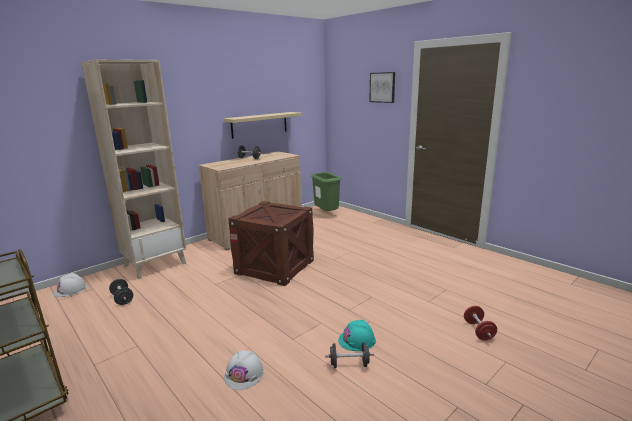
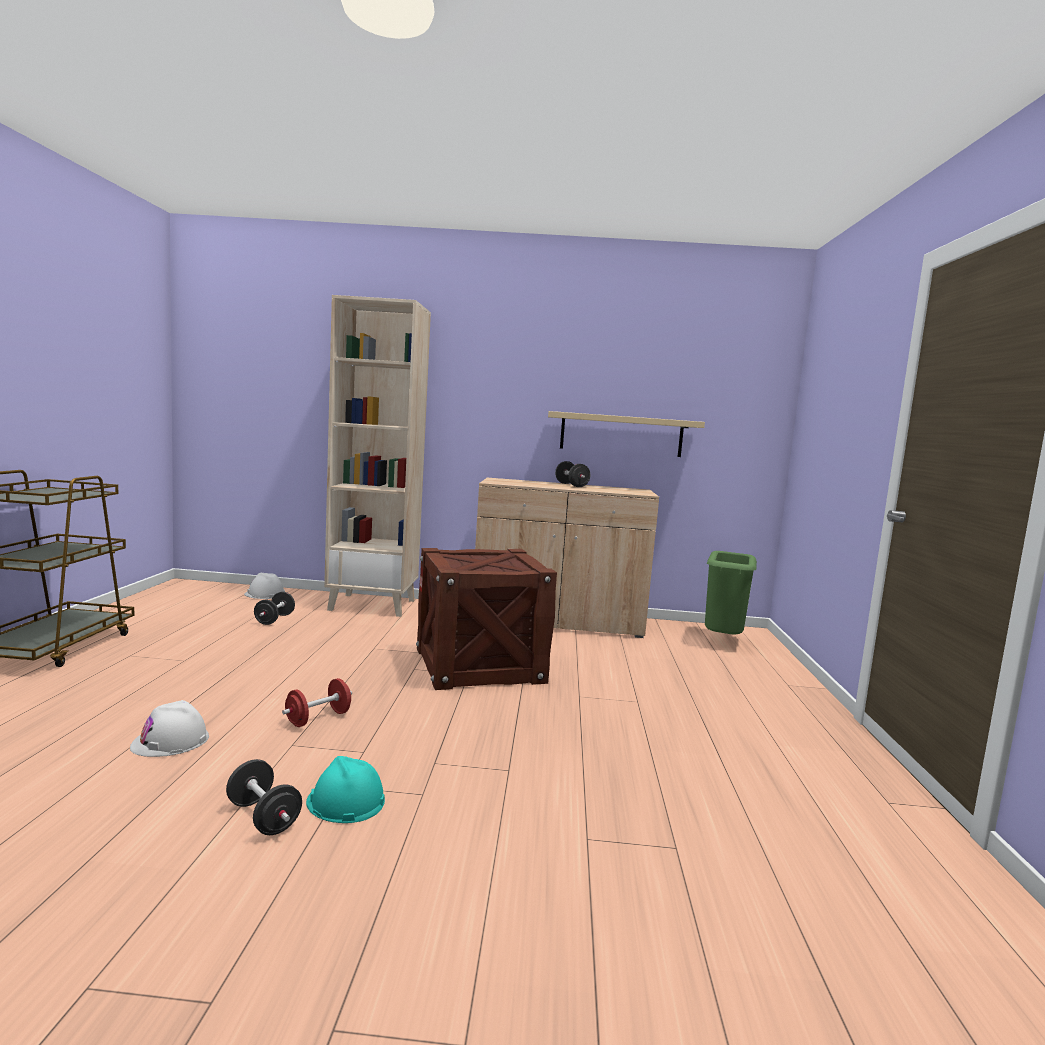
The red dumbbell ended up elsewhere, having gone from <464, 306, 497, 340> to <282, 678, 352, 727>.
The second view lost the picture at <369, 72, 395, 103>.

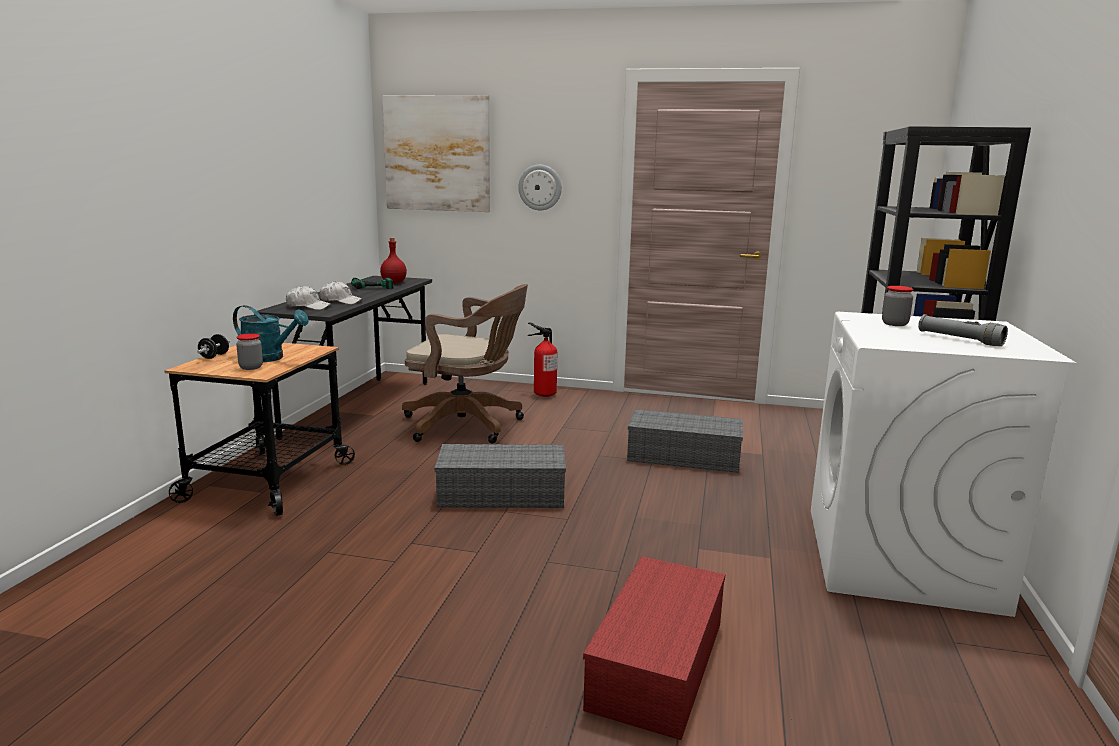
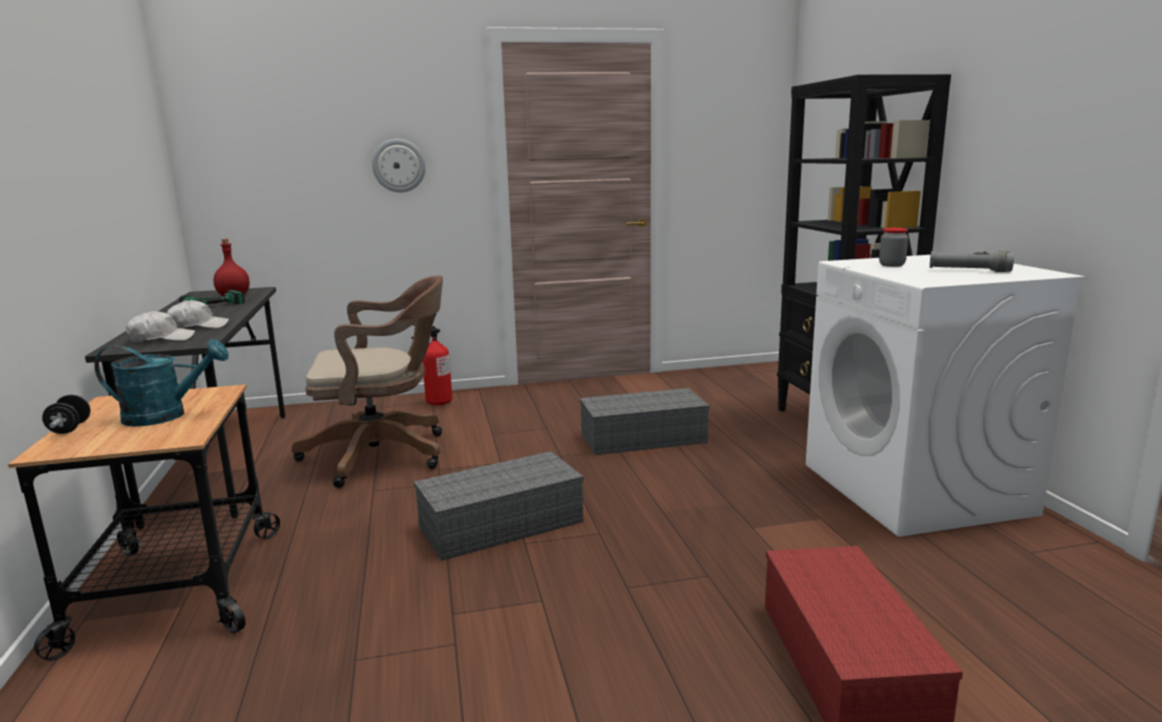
The second view lost the jar at <236, 333, 263, 370>.
The second view lost the picture at <382, 95, 490, 212>.

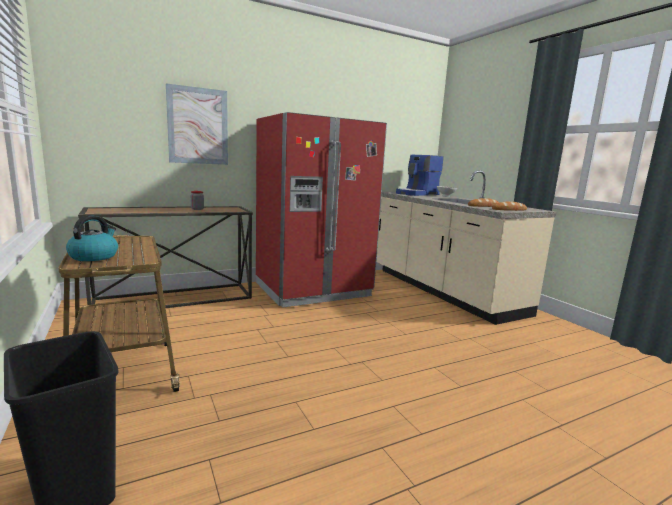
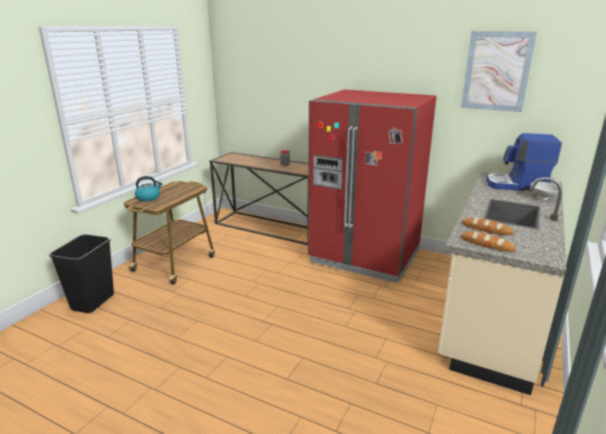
The picture ended up elsewhere, having gone from <166, 83, 228, 165> to <461, 31, 537, 112>.

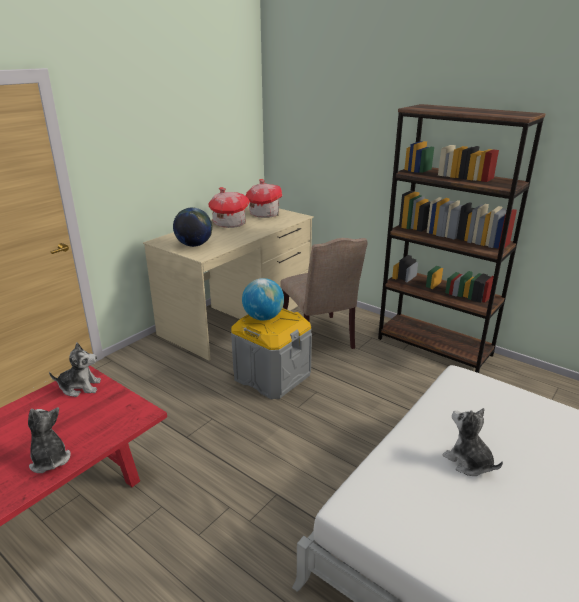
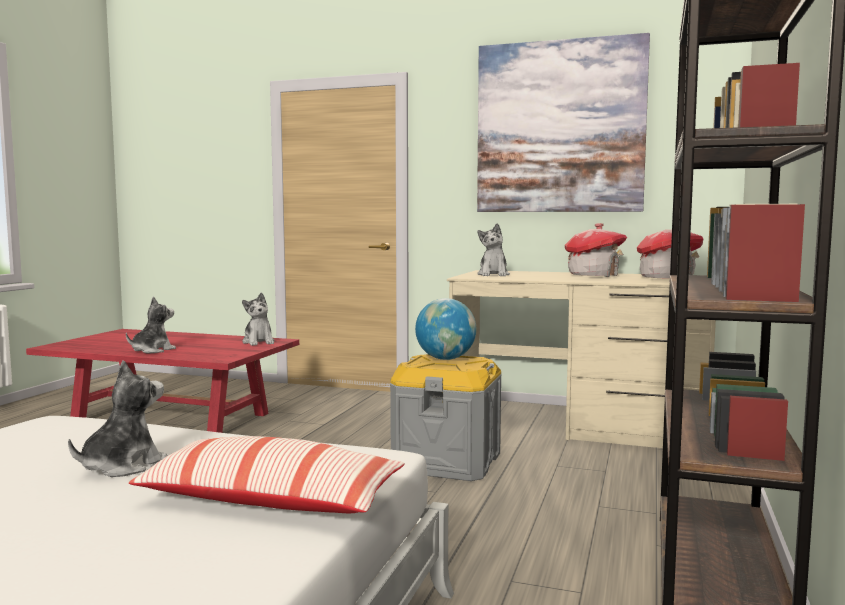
The second view gained the pillow at <129, 436, 405, 513>.
The second view gained the picture at <477, 33, 650, 212>.
Where the globe stood at <173, 207, 212, 247>, the plush toy came to stand at <477, 223, 510, 276>.
The second view lost the beige chair at <280, 238, 368, 349>.

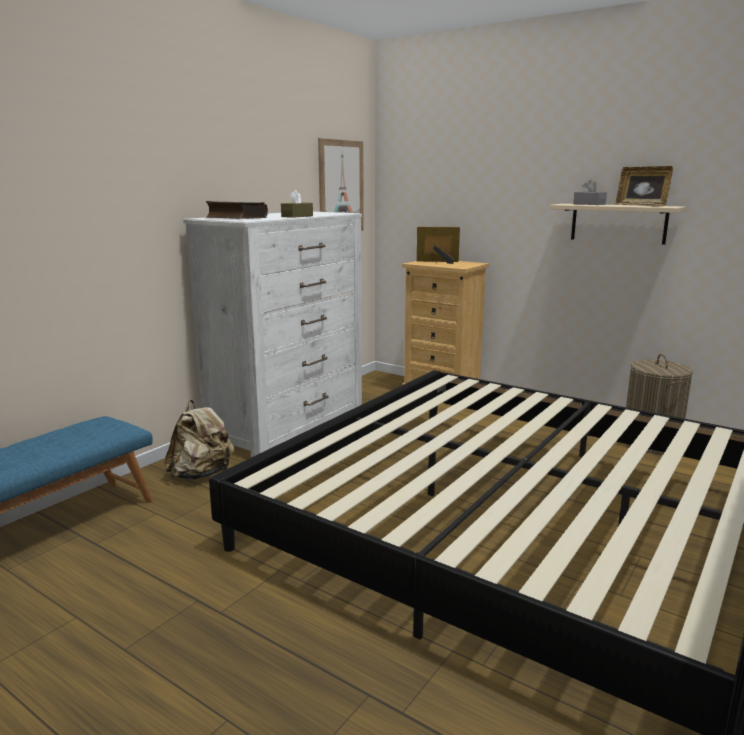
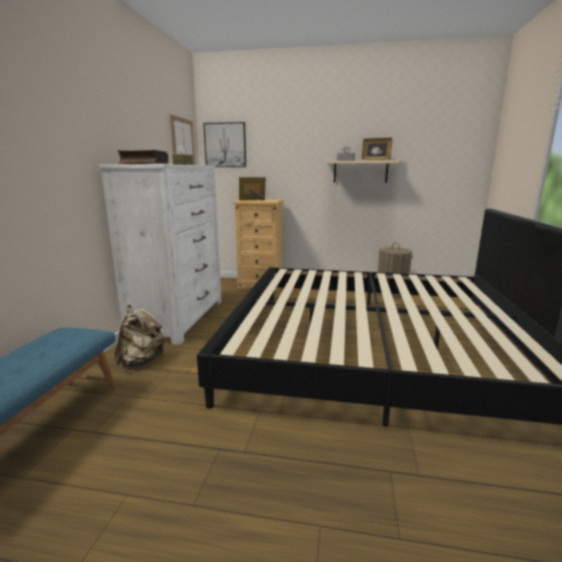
The second view gained the picture at <203, 122, 246, 167>.

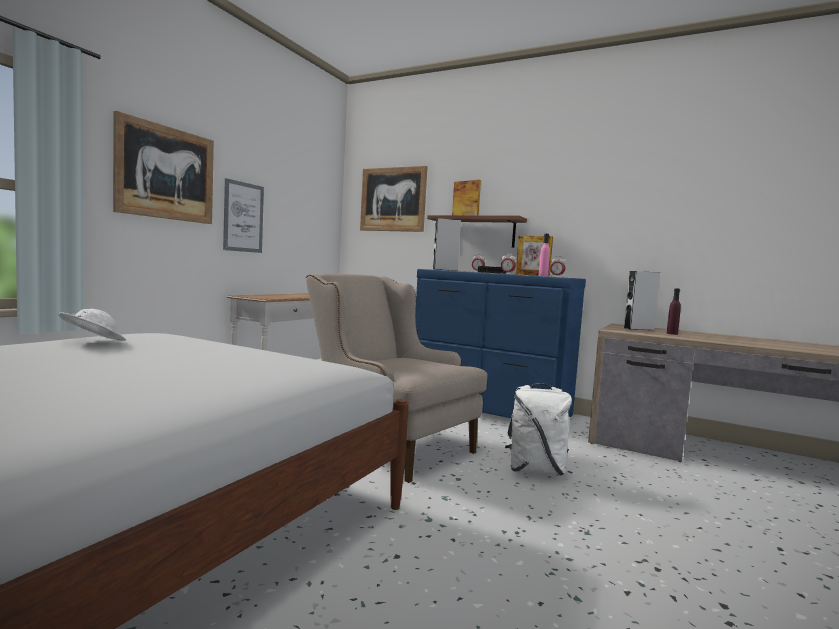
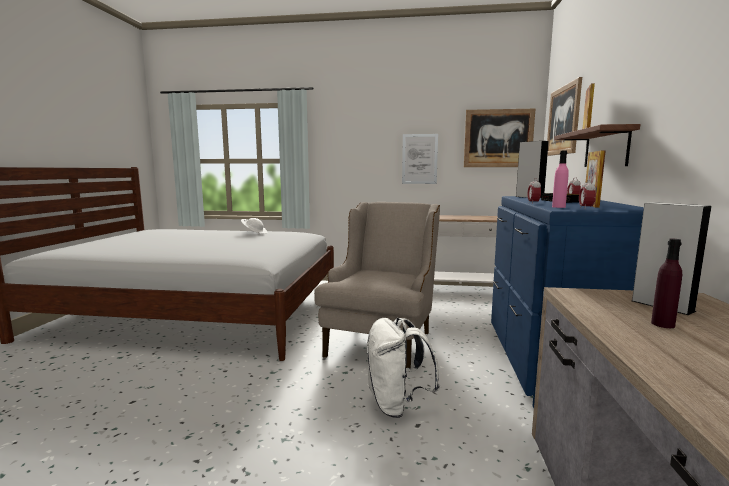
The picture ended up elsewhere, having gone from <113, 111, 214, 224> to <464, 109, 535, 167>.

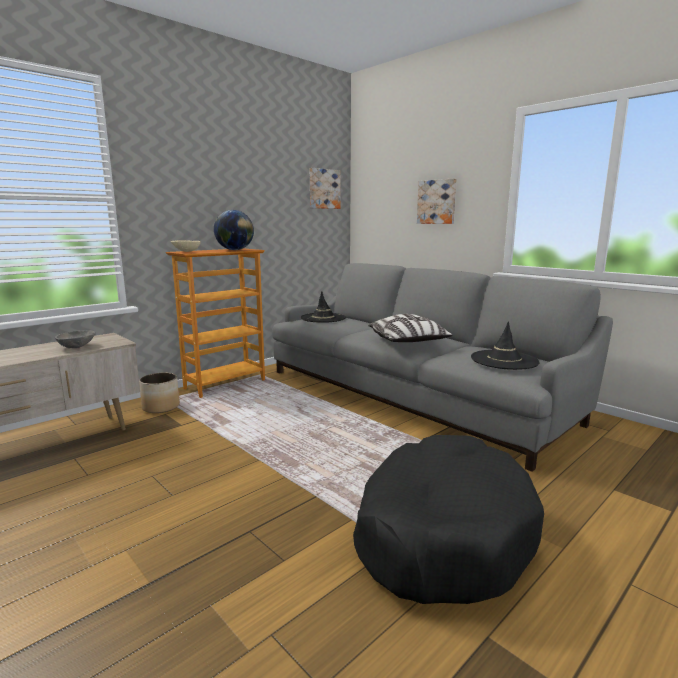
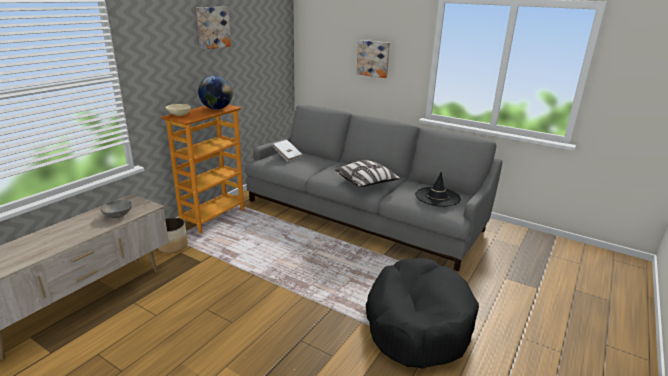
The picture ended up elsewhere, having gone from <310, 168, 340, 209> to <196, 7, 231, 50>.
Where the black hat stood at <301, 291, 346, 323>, the white book came to stand at <272, 140, 303, 161>.

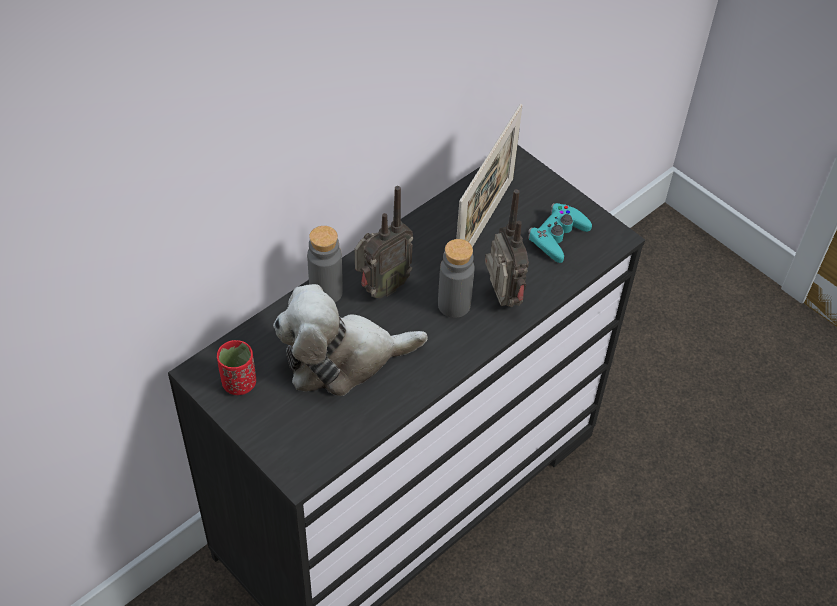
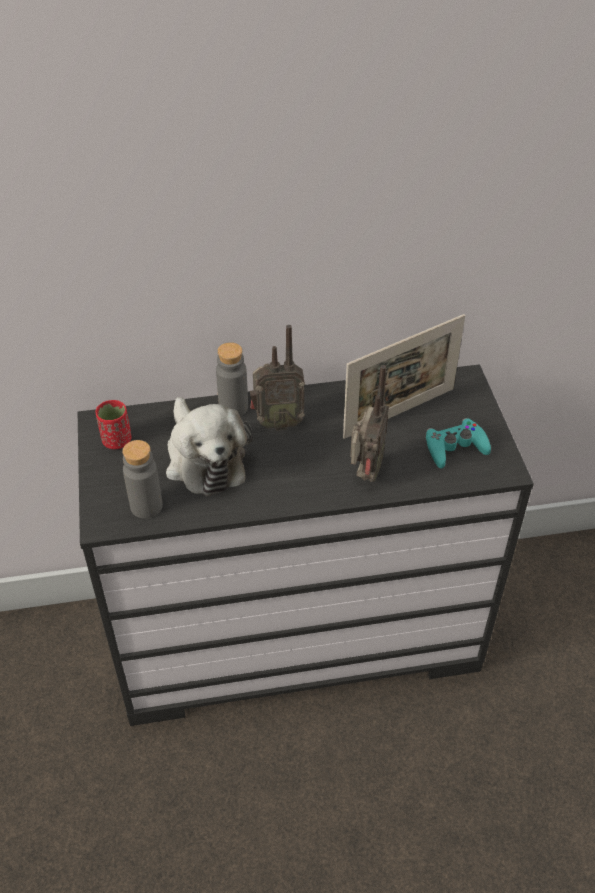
The grey bottle ended up elsewhere, having gone from <438, 239, 475, 318> to <122, 440, 163, 519>.
The plush toy at <273, 284, 427, 396> ended up facing another way, 135 degrees counterclockwise from before.

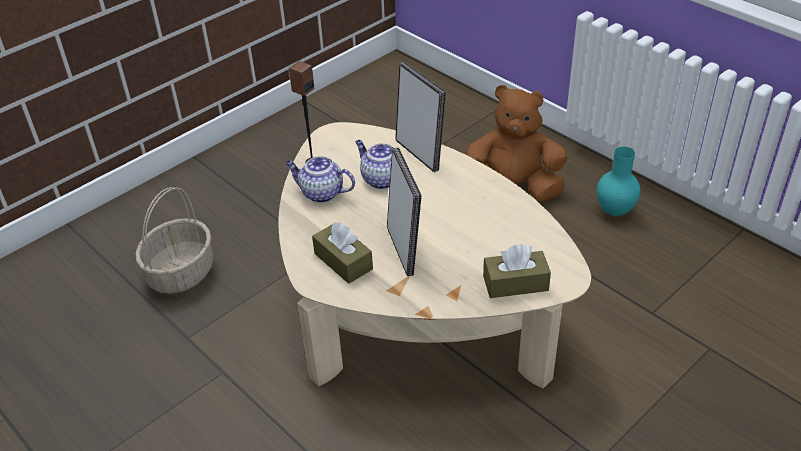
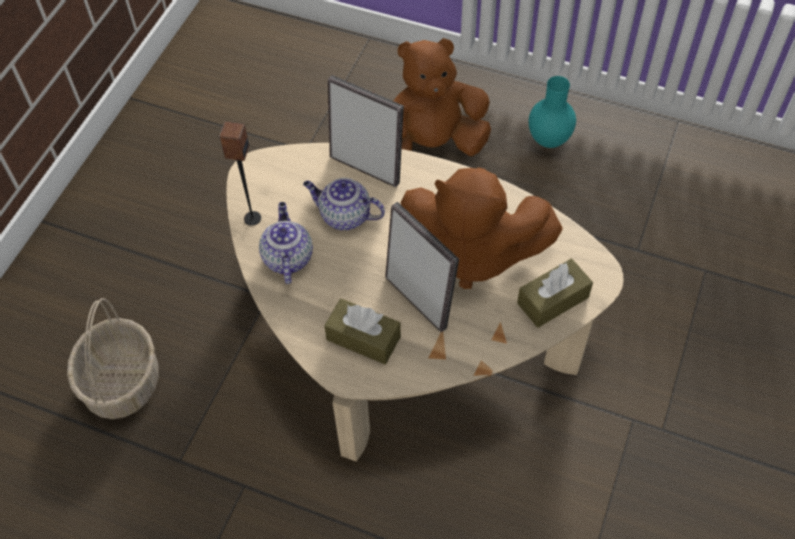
The teapot at <285, 156, 355, 203> ended up facing another way, 90 degrees clockwise from before.
The second view gained the brown plush toy at <400, 167, 563, 289>.

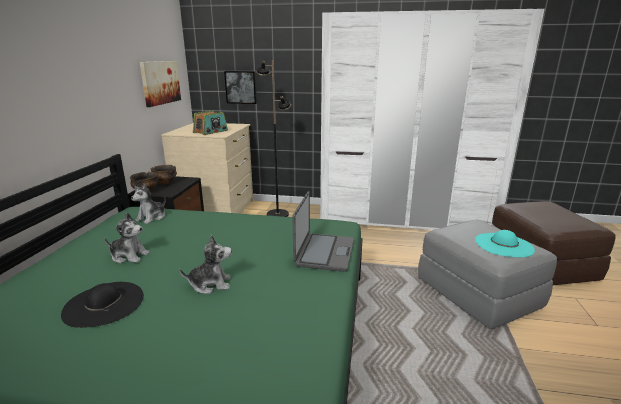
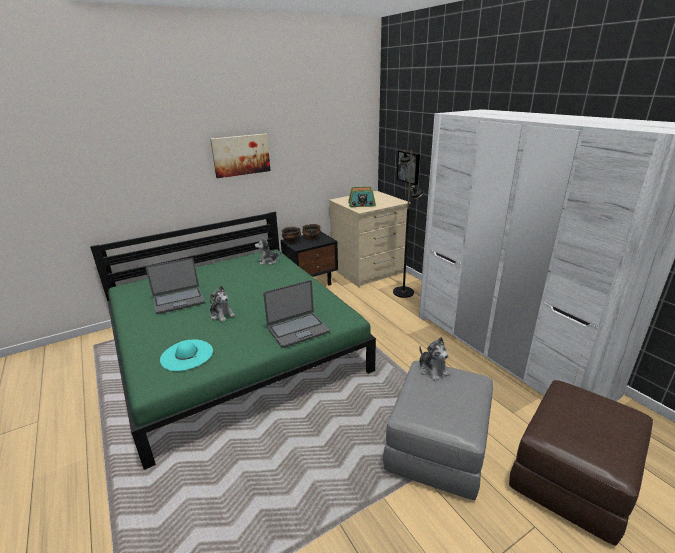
Where the black hat stood at <61, 282, 144, 328>, the laptop came to stand at <146, 258, 205, 314>.
The turquoise hat ended up elsewhere, having gone from <475, 230, 535, 257> to <160, 339, 213, 371>.
The picture ended up elsewhere, having gone from <140, 61, 181, 107> to <210, 134, 271, 178>.
The plush toy ended up elsewhere, having gone from <104, 213, 150, 264> to <419, 337, 450, 381>.

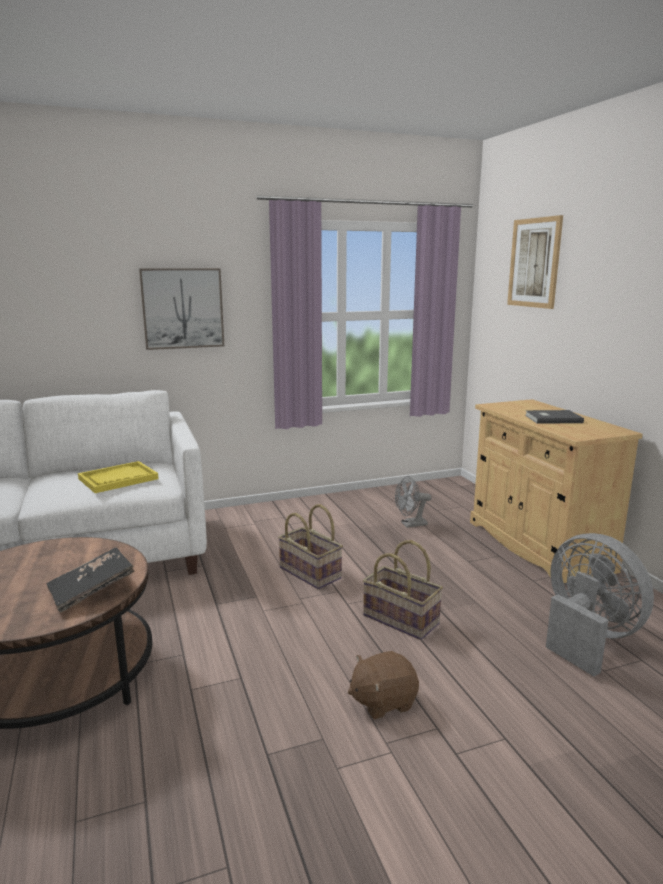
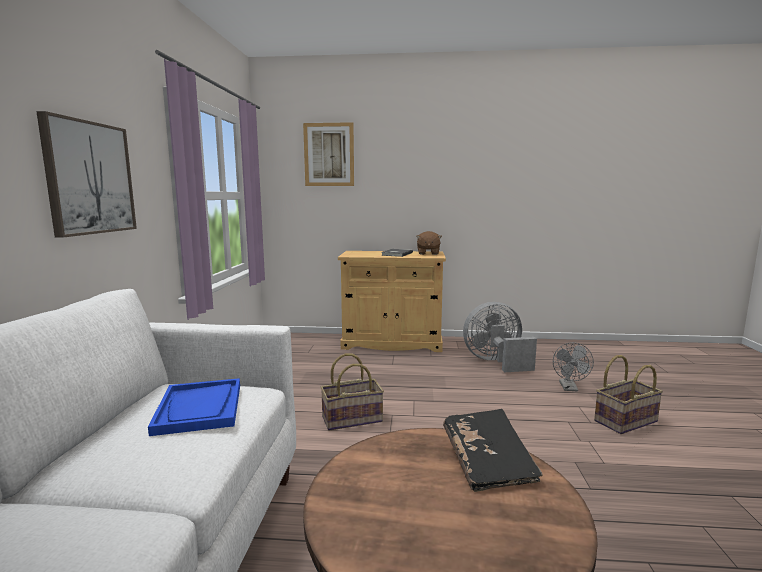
What was the yellow tray at <78, 461, 159, 493> turned into the blue tray at <148, 378, 240, 436>.
The brown plush toy ended up elsewhere, having gone from <348, 651, 419, 719> to <416, 231, 442, 255>.
The grey fan ended up elsewhere, having gone from <395, 476, 432, 528> to <553, 342, 594, 391>.
The basket ended up elsewhere, having gone from <363, 540, 443, 640> to <594, 355, 663, 434>.

